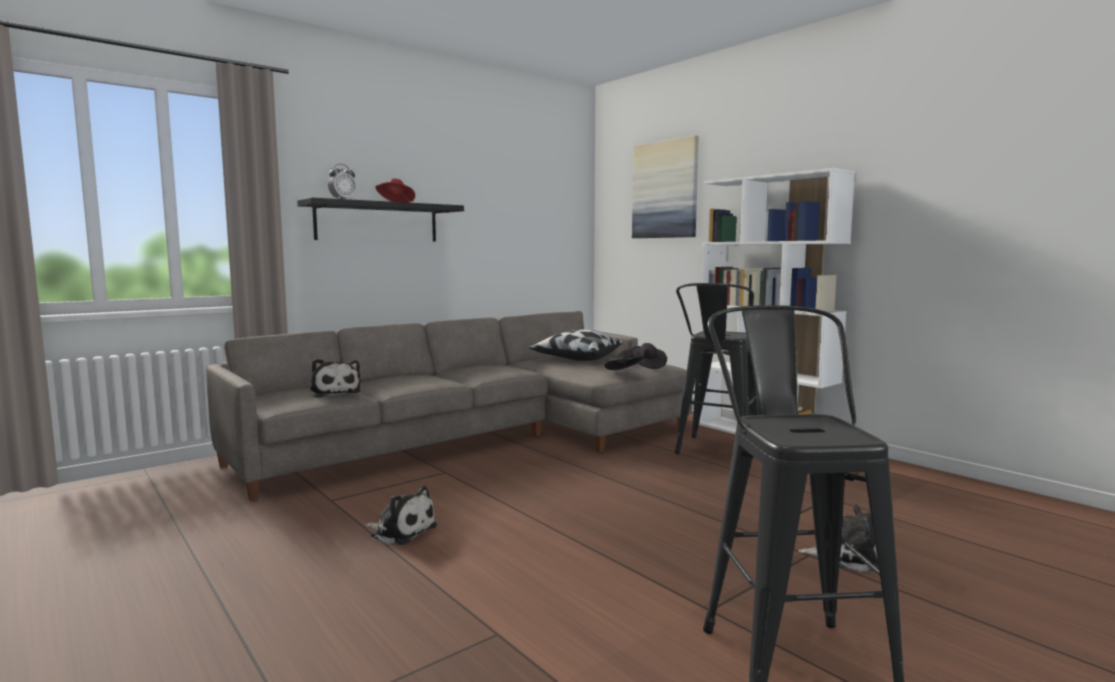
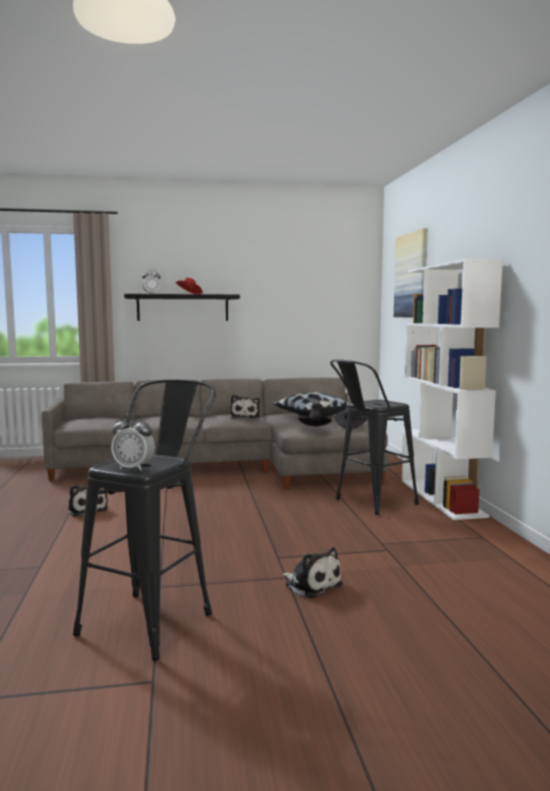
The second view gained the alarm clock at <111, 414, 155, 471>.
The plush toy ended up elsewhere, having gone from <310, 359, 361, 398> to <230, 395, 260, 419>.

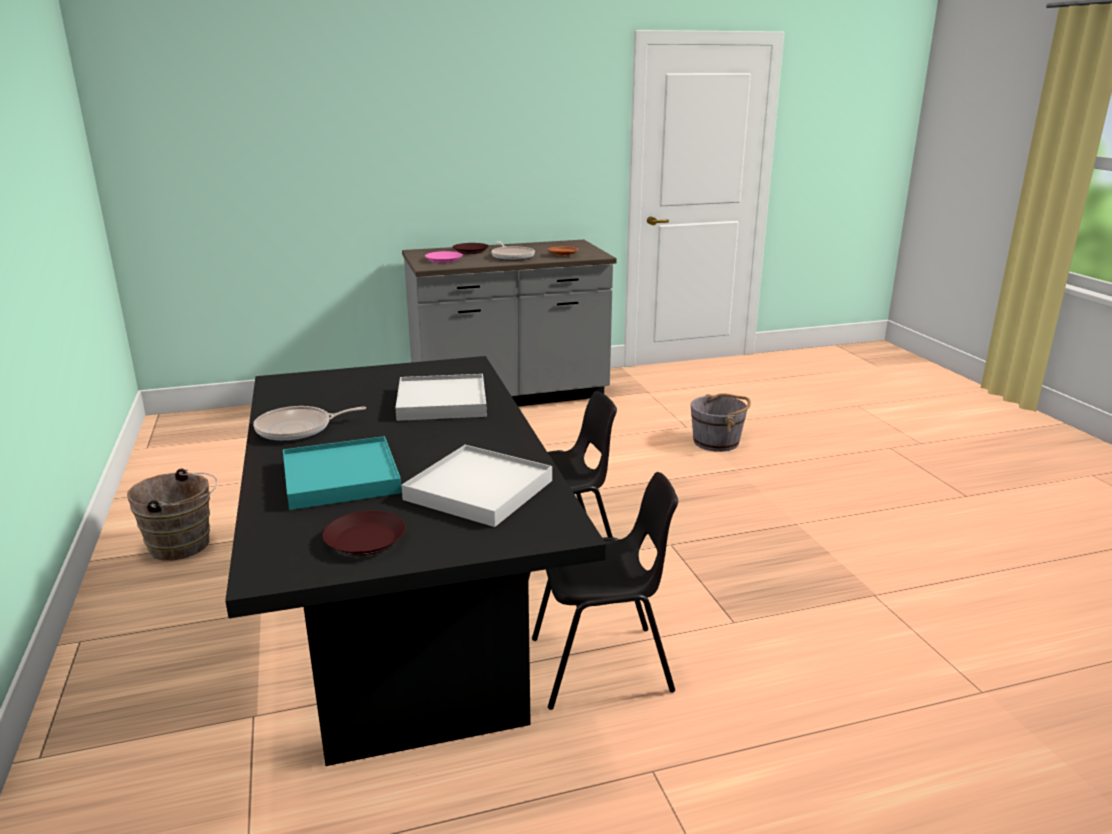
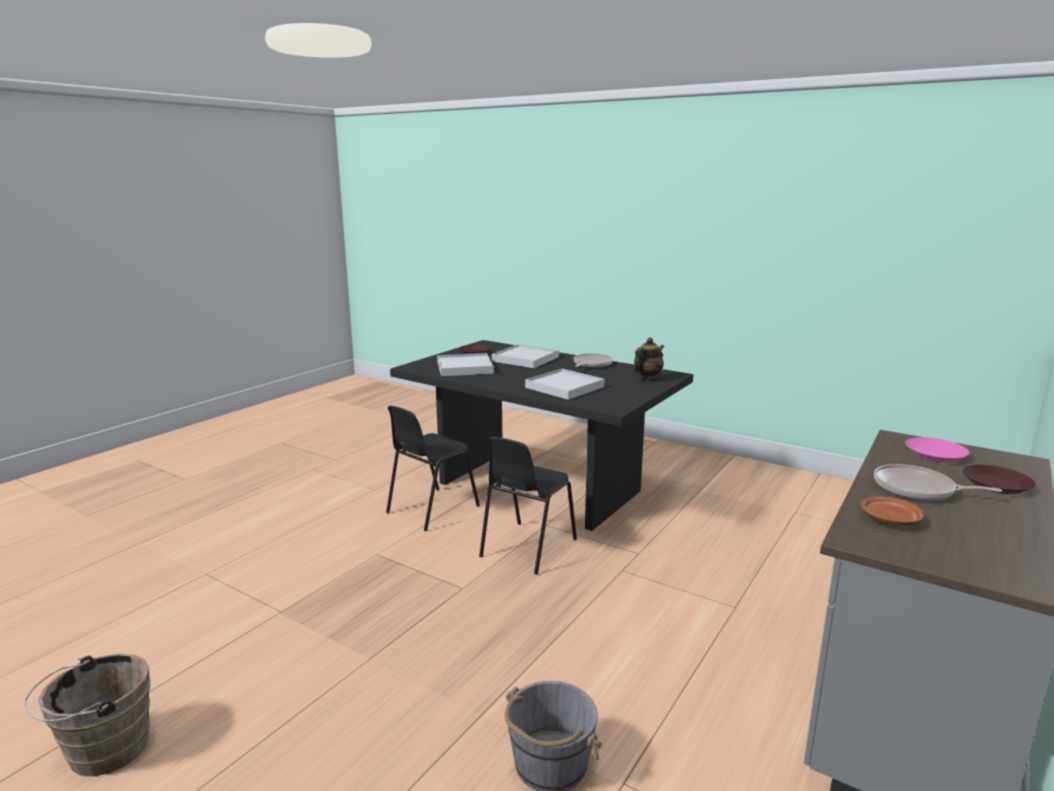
The brown bucket ended up elsewhere, having gone from <127, 469, 217, 560> to <23, 654, 151, 777>.
What was the turquoise tray at <283, 436, 402, 510> turned into the white tray at <492, 344, 559, 368>.
The second view gained the teapot at <634, 337, 664, 381>.

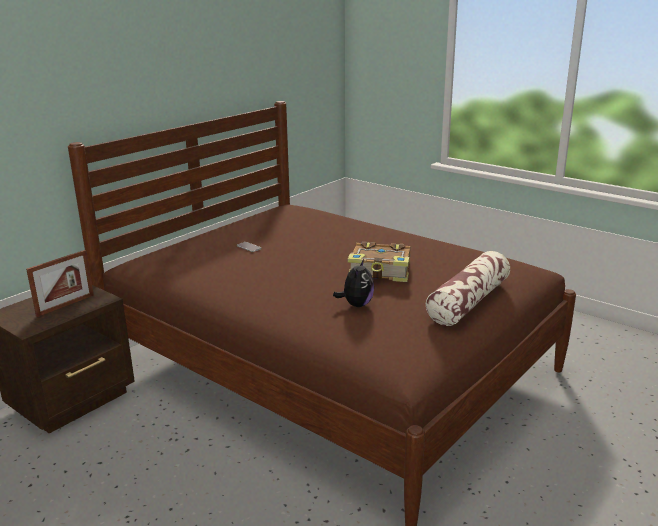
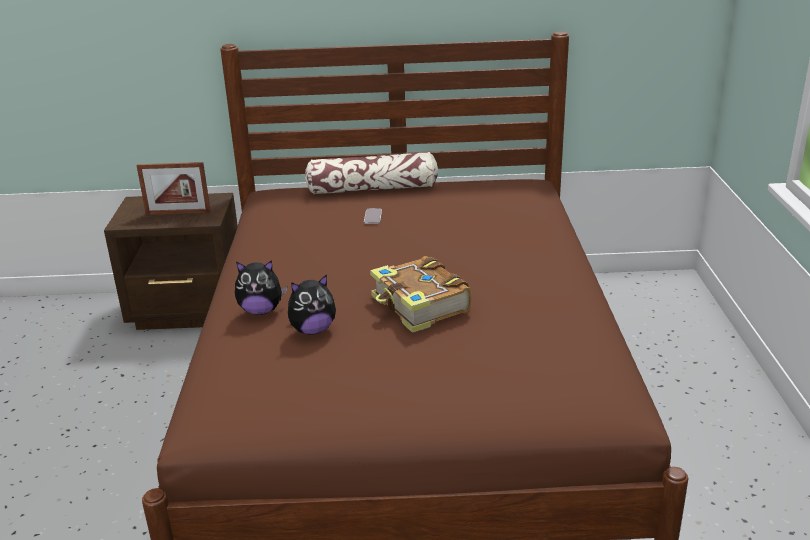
The second view gained the plush toy at <235, 260, 287, 315>.
The pillow ended up elsewhere, having gone from <426, 251, 510, 326> to <305, 152, 438, 194>.

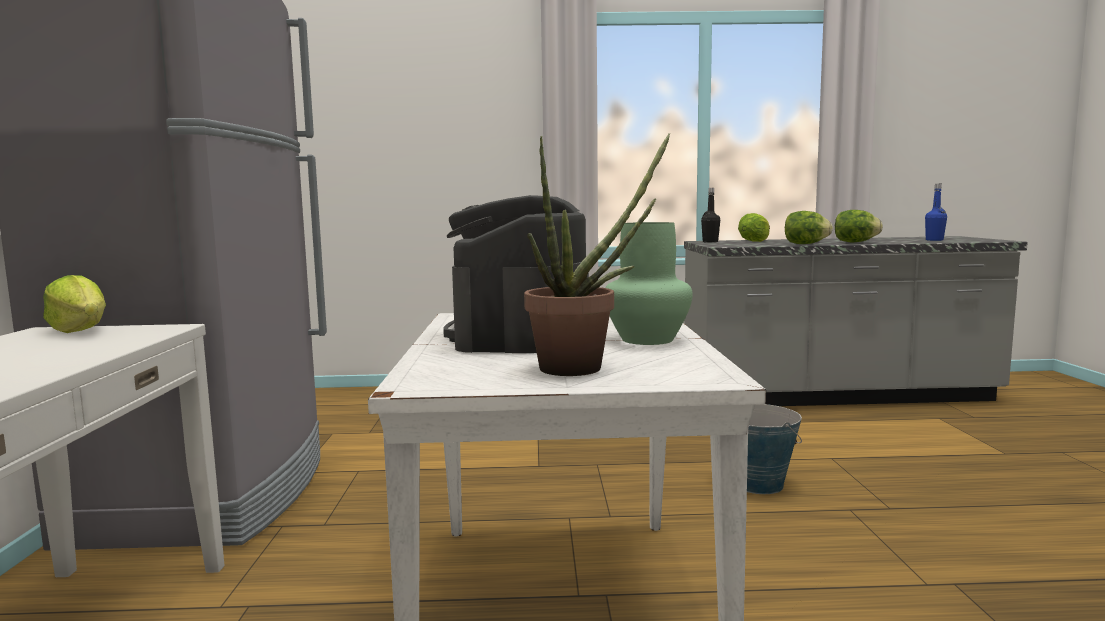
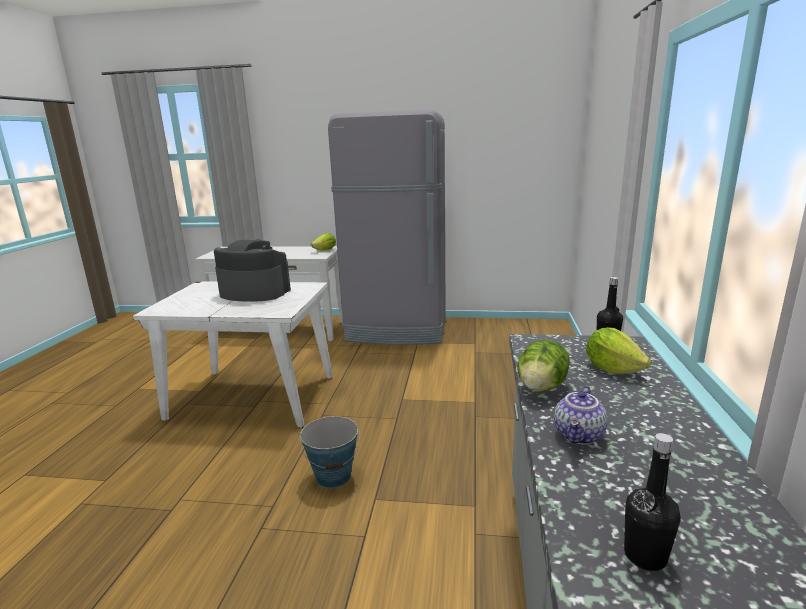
Where the lettuce stood at <835, 210, 883, 242>, the teapot came to stand at <554, 386, 608, 445>.
What was the blue bottle at <925, 184, 947, 241> turned into the black bottle at <624, 433, 681, 571>.
The second view lost the potted plant at <524, 133, 670, 376>.
The second view lost the green vase at <605, 222, 693, 345>.

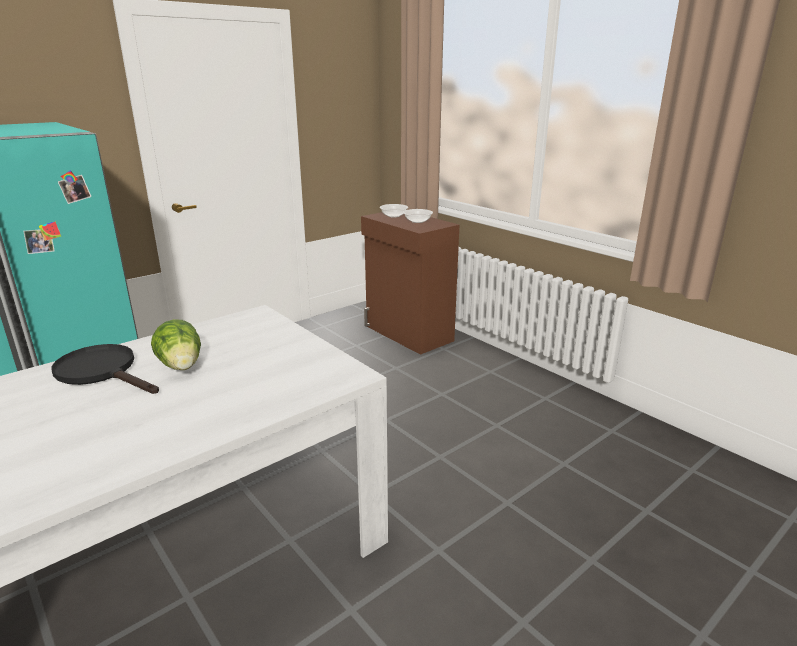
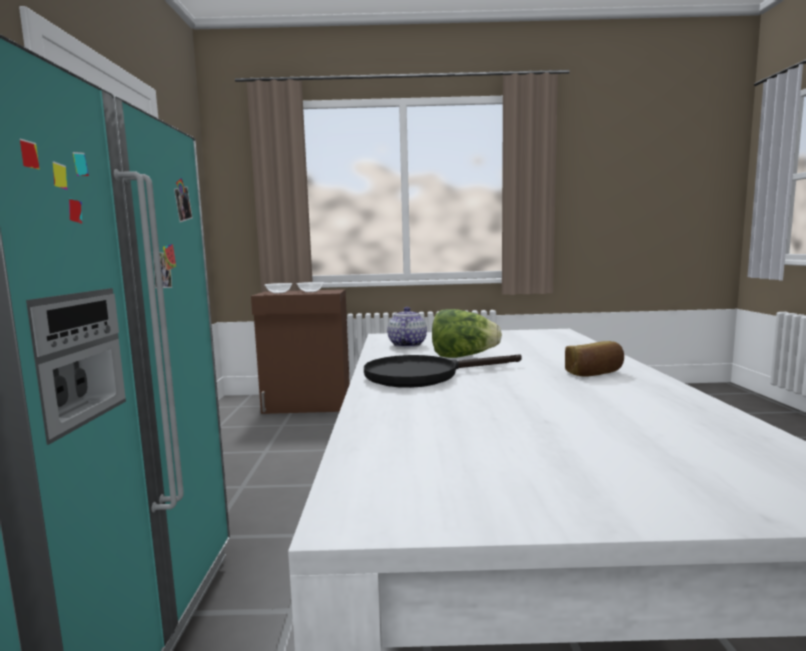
The second view gained the teapot at <387, 307, 427, 347>.
The second view gained the bread at <565, 341, 624, 377>.

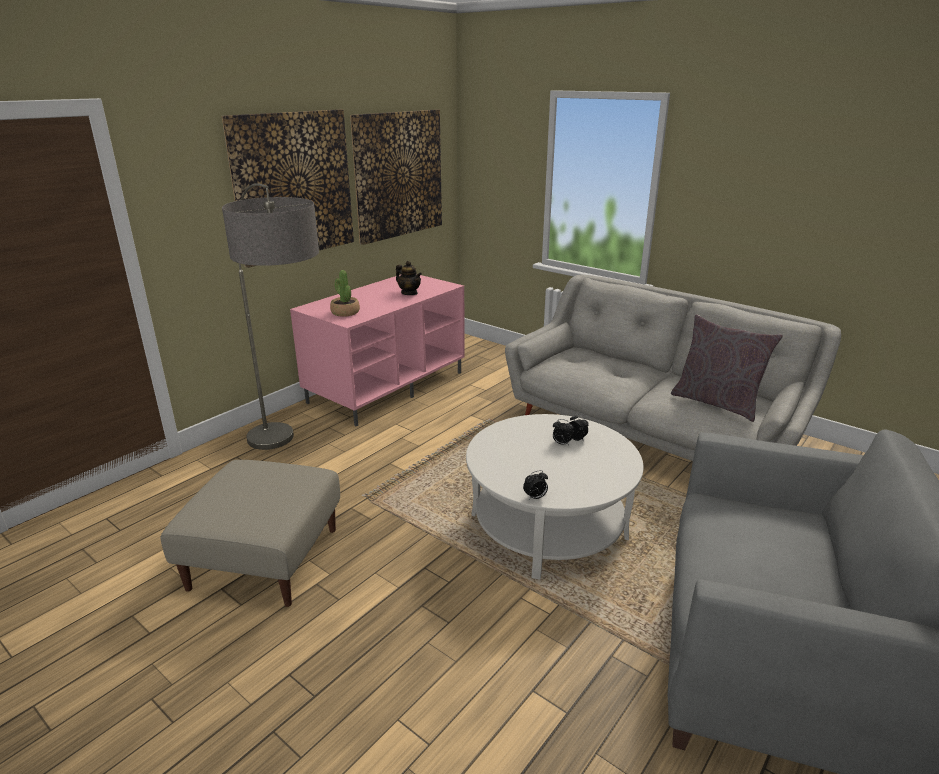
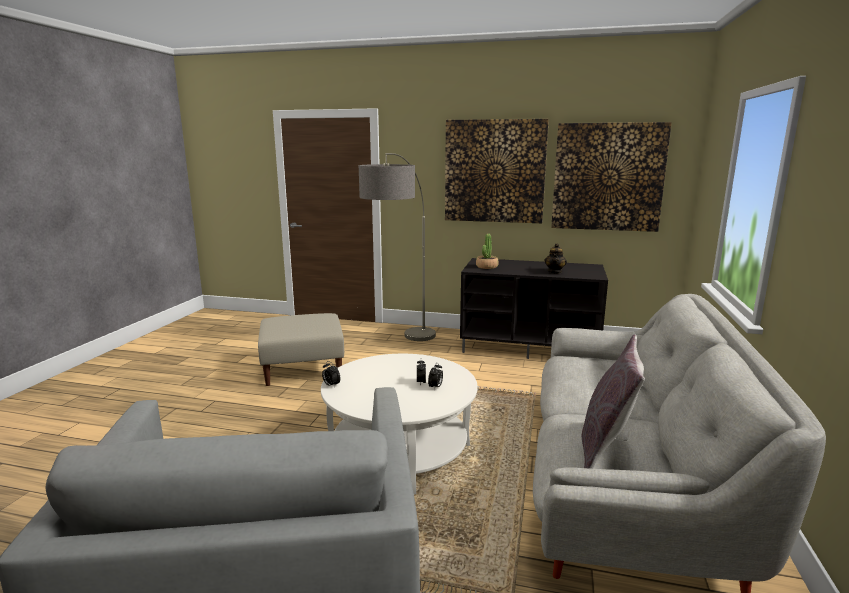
What was the pink tv stand at <290, 274, 465, 426> turned into the black tv stand at <460, 258, 608, 359>.

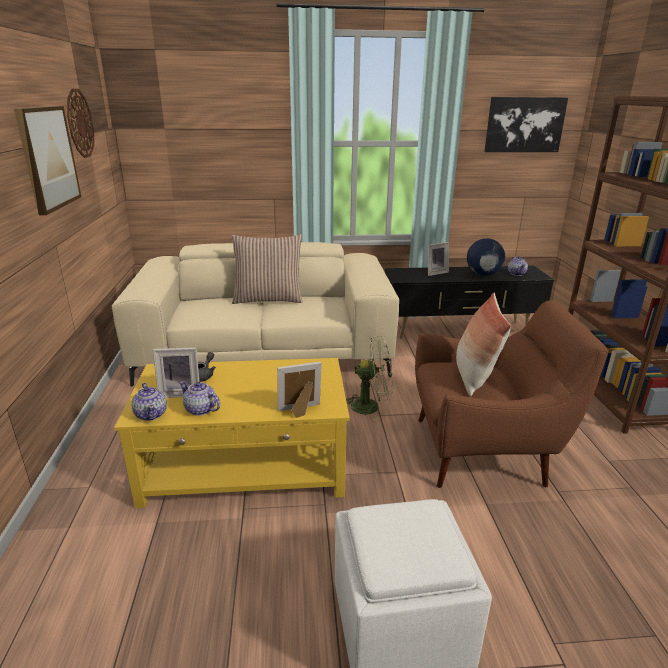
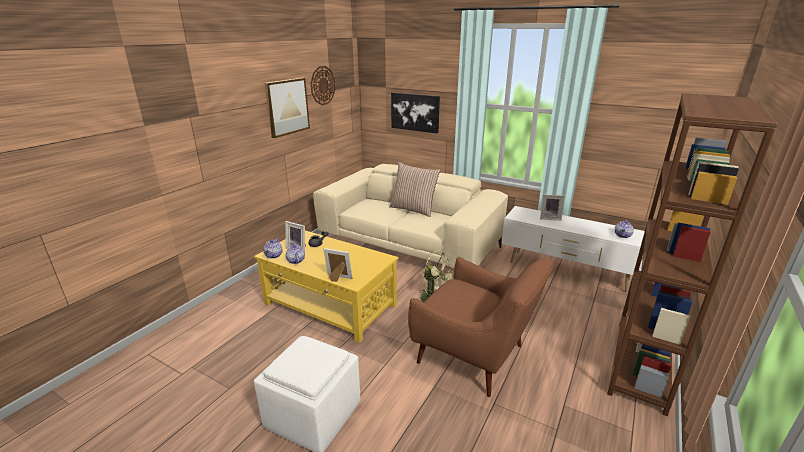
The picture ended up elsewhere, having gone from <484, 97, 568, 152> to <391, 92, 440, 133>.
What was the black tv stand at <385, 266, 554, 339> turned into the white tv stand at <502, 206, 645, 293>.
The second view lost the pillow at <456, 293, 511, 396>.
The second view lost the globe at <467, 238, 505, 276>.

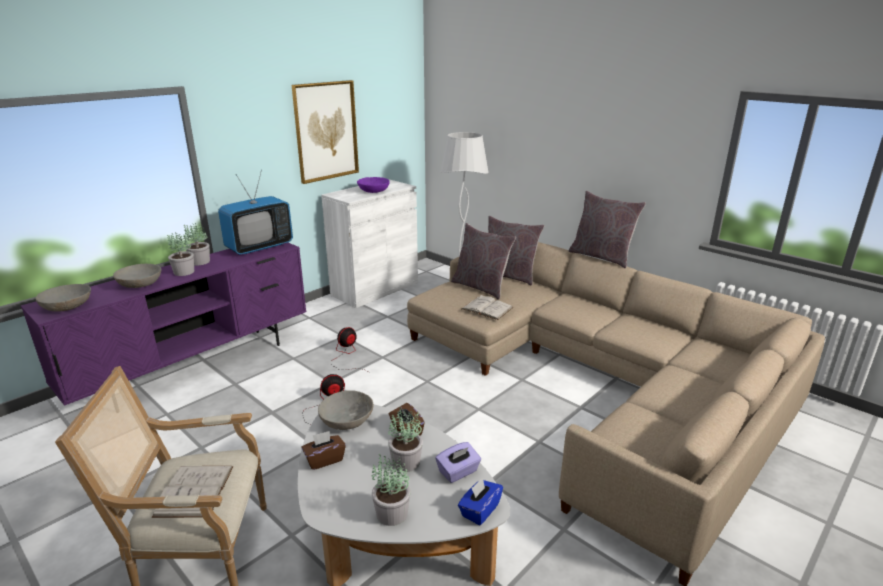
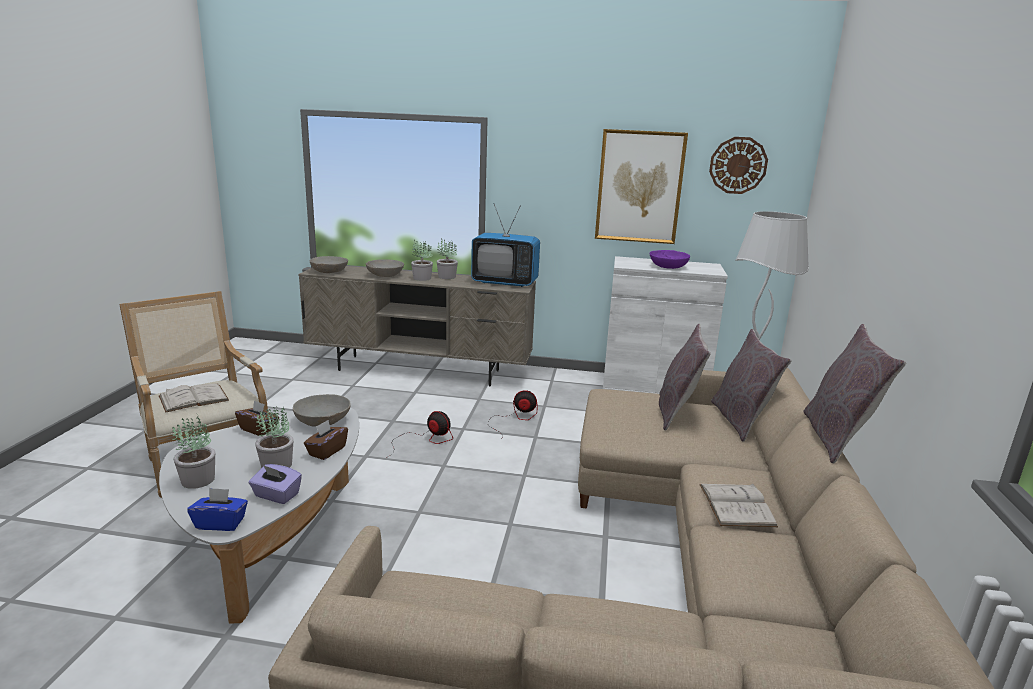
What was the purple tv stand at <21, 243, 307, 406> turned into the beige tv stand at <298, 266, 536, 386>.
The white book ended up elsewhere, having gone from <461, 295, 514, 320> to <699, 484, 778, 527>.
The second view gained the wall clock at <709, 137, 768, 194>.

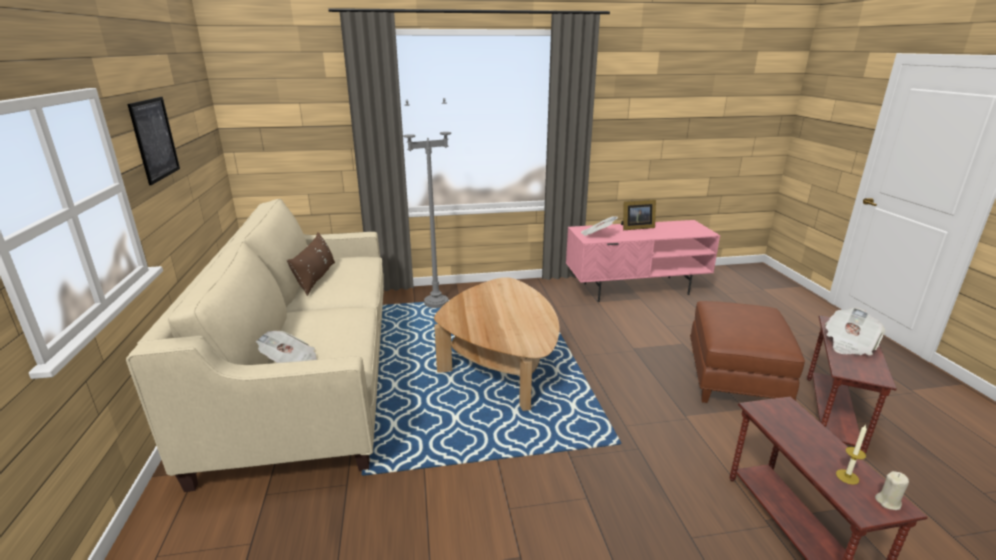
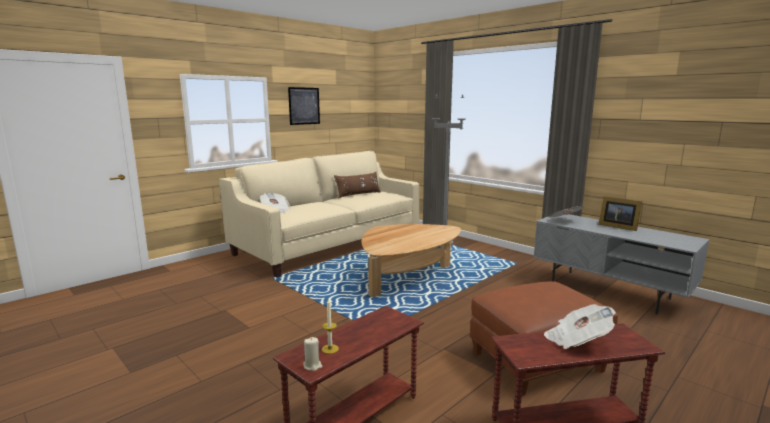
What was the pink tv stand at <566, 220, 720, 302> turned into the grey tv stand at <533, 214, 710, 314>.

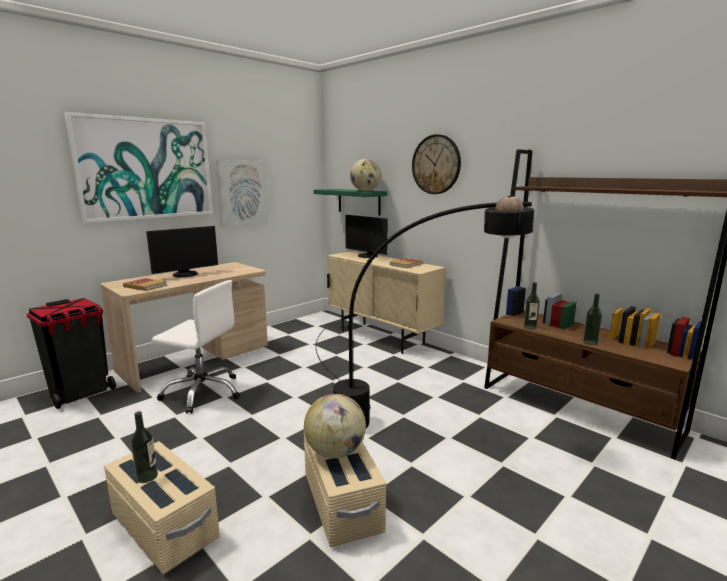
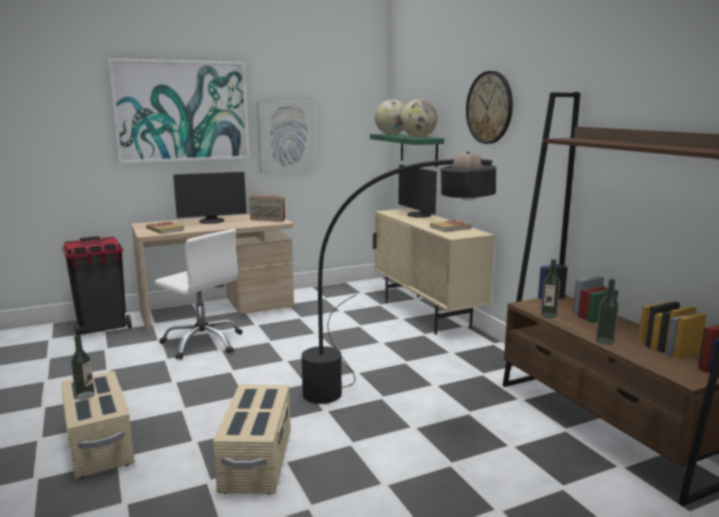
The second view gained the radio at <249, 190, 285, 221>.
The globe ended up elsewhere, having gone from <304, 394, 366, 458> to <375, 99, 405, 135>.

